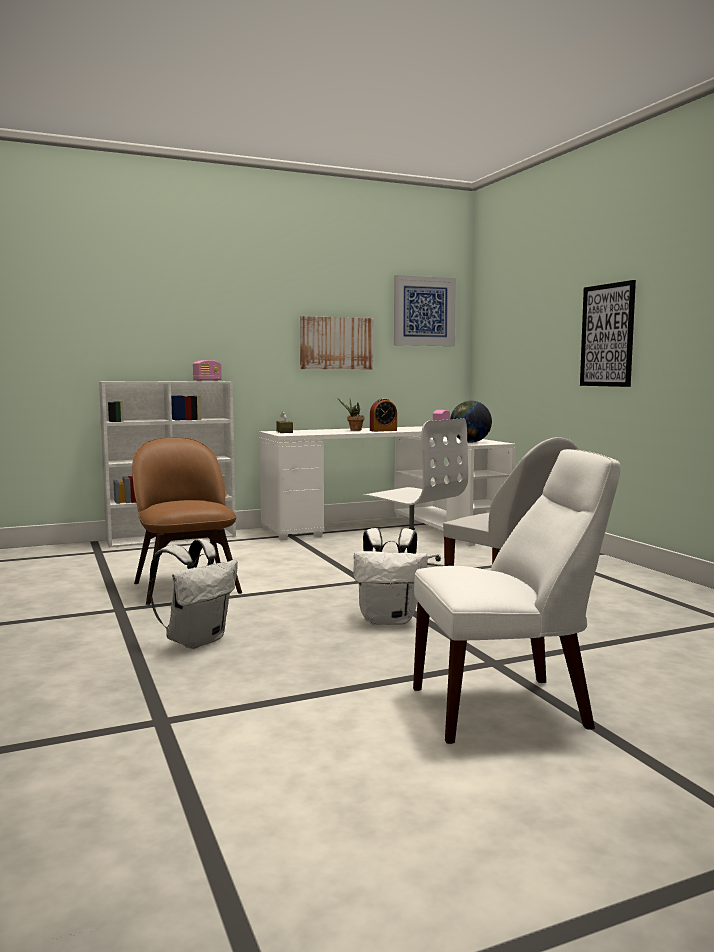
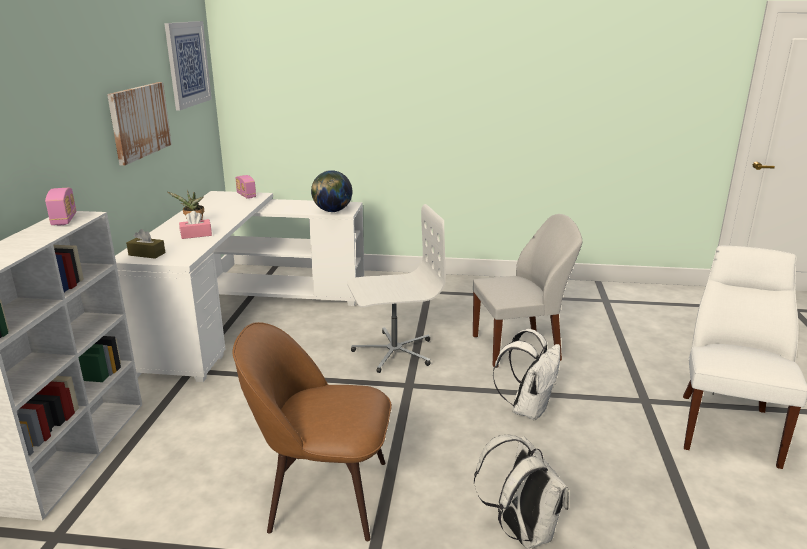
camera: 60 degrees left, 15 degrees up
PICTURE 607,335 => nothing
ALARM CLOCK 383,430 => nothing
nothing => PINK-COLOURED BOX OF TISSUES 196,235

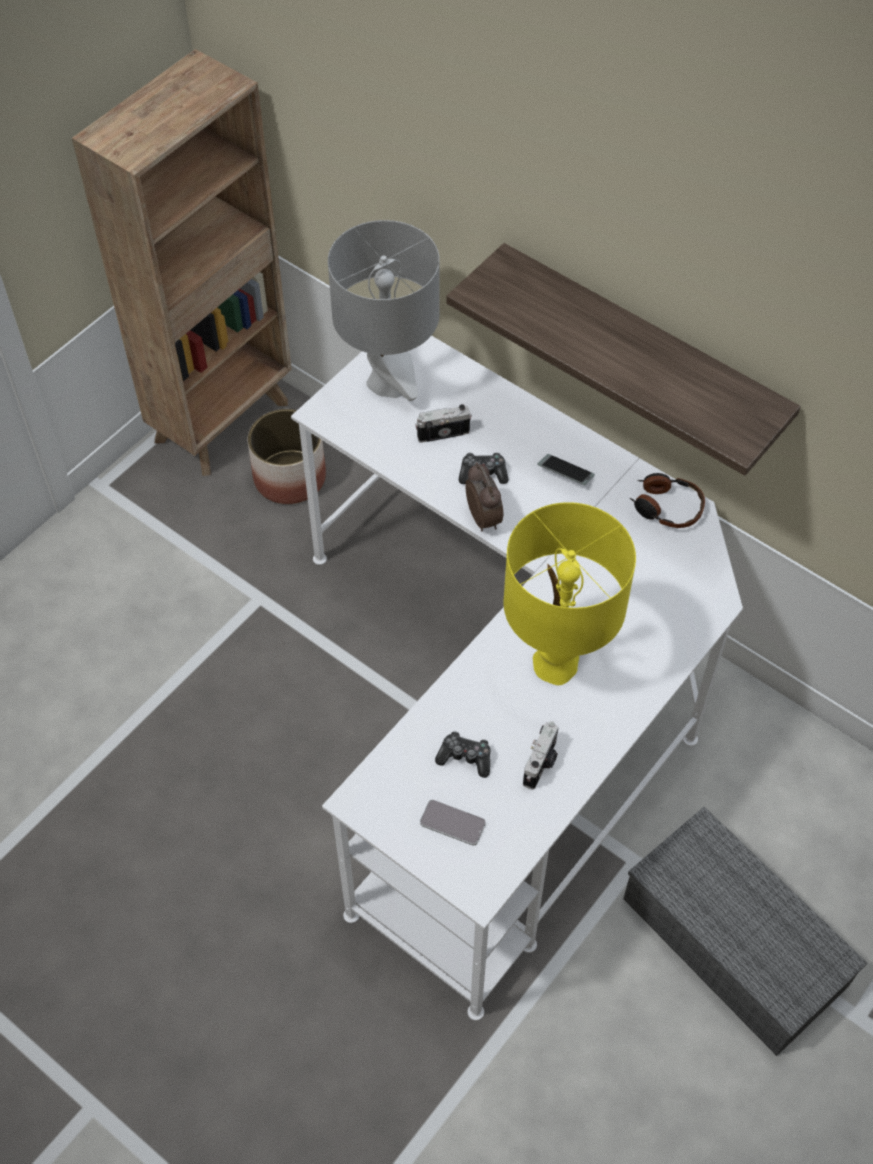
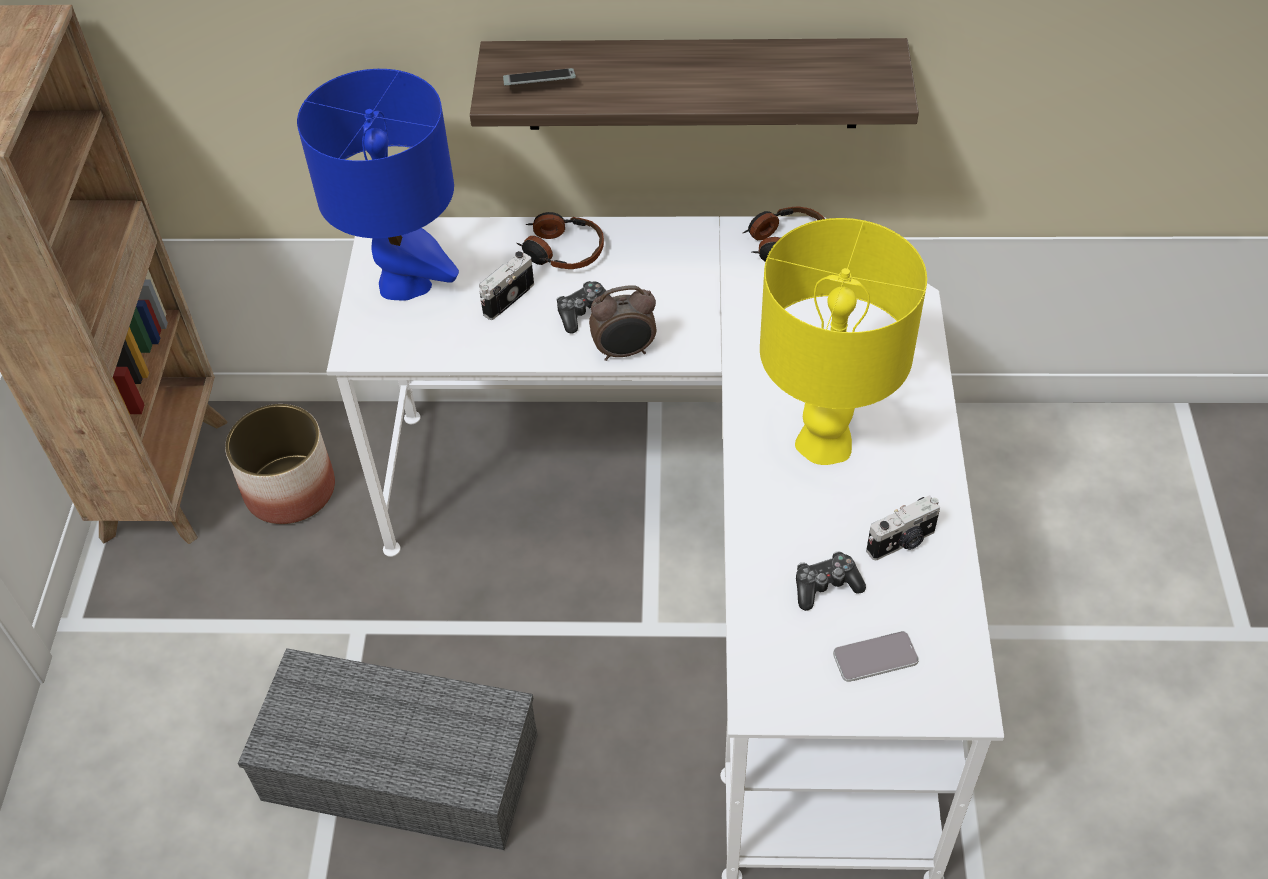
camera: 35 degrees left, 5 degrees down
GREY TABLETOP LAMP 388,383 => BLUISH TABLETOP LAMP 405,283
TELEPHONE 565,473 => TELEPHONE 539,83, relocated
ALARM CLOCK 484,518 => ALARM CLOCK 624,352, 135 degrees clockwise
PHOTO CAMERA 541,763 => PHOTO CAMERA 902,542, 75 degrees clockwise
GREY STORAGE BIN 738,943 => GREY STORAGE BIN 405,765, relocated
nothing => PAIR OF HEADPHONES 562,251

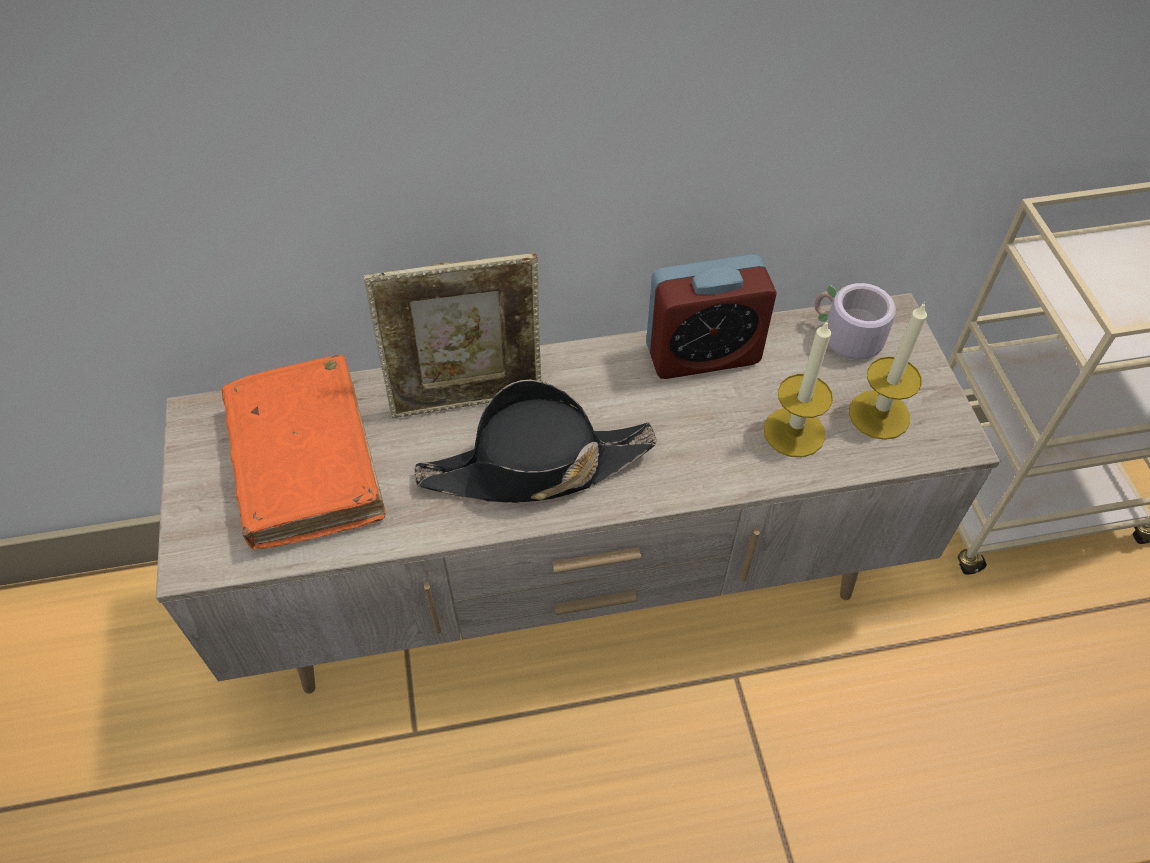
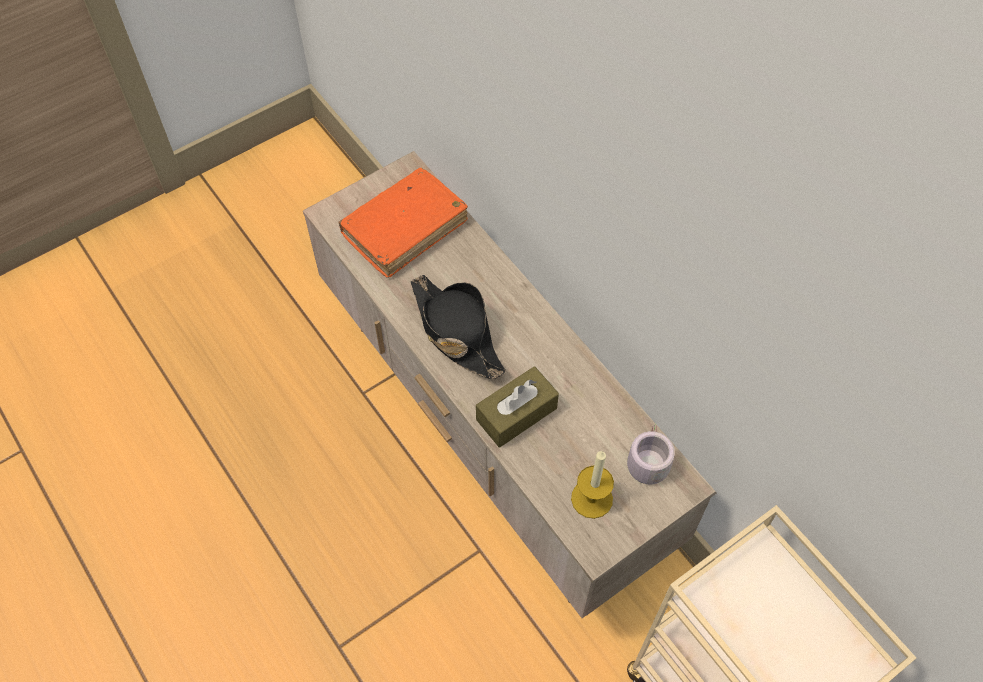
camera: 65 degrees right, 5 degrees up
PHOTO FRAME 468,399 => nothing
ALARM CLOCK 702,354 => nothing
CANDLE 794,432 => nothing
nothing => BROWNISH BOX OF TISSUES 516,414

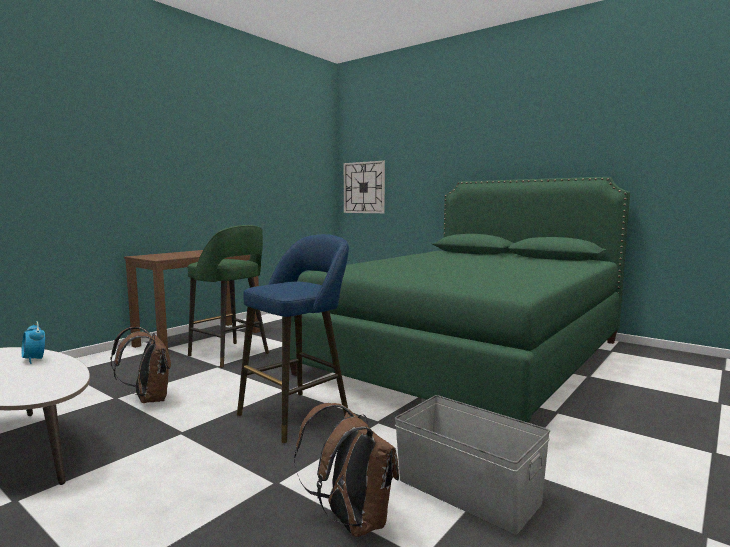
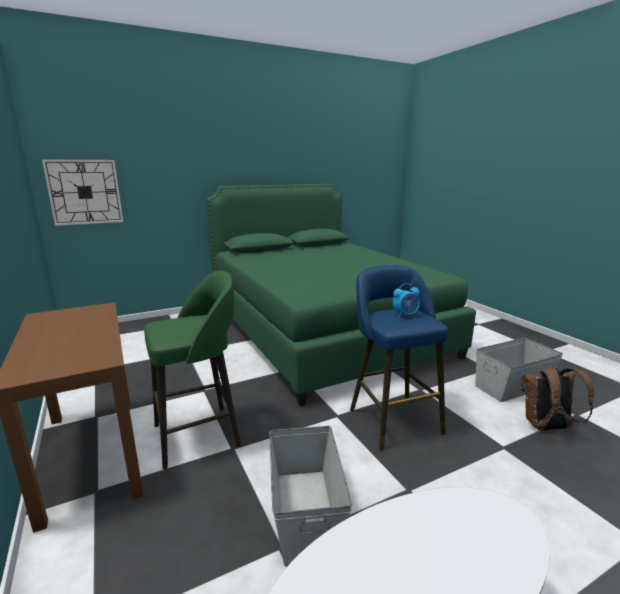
camera: 65 degrees left, 10 degrees up
ALARM CLOCK 34,360 => ALARM CLOCK 405,315, relocated
BROWNISH KNAPSACK 148,399 => GREY STORAGE BIN 305,513

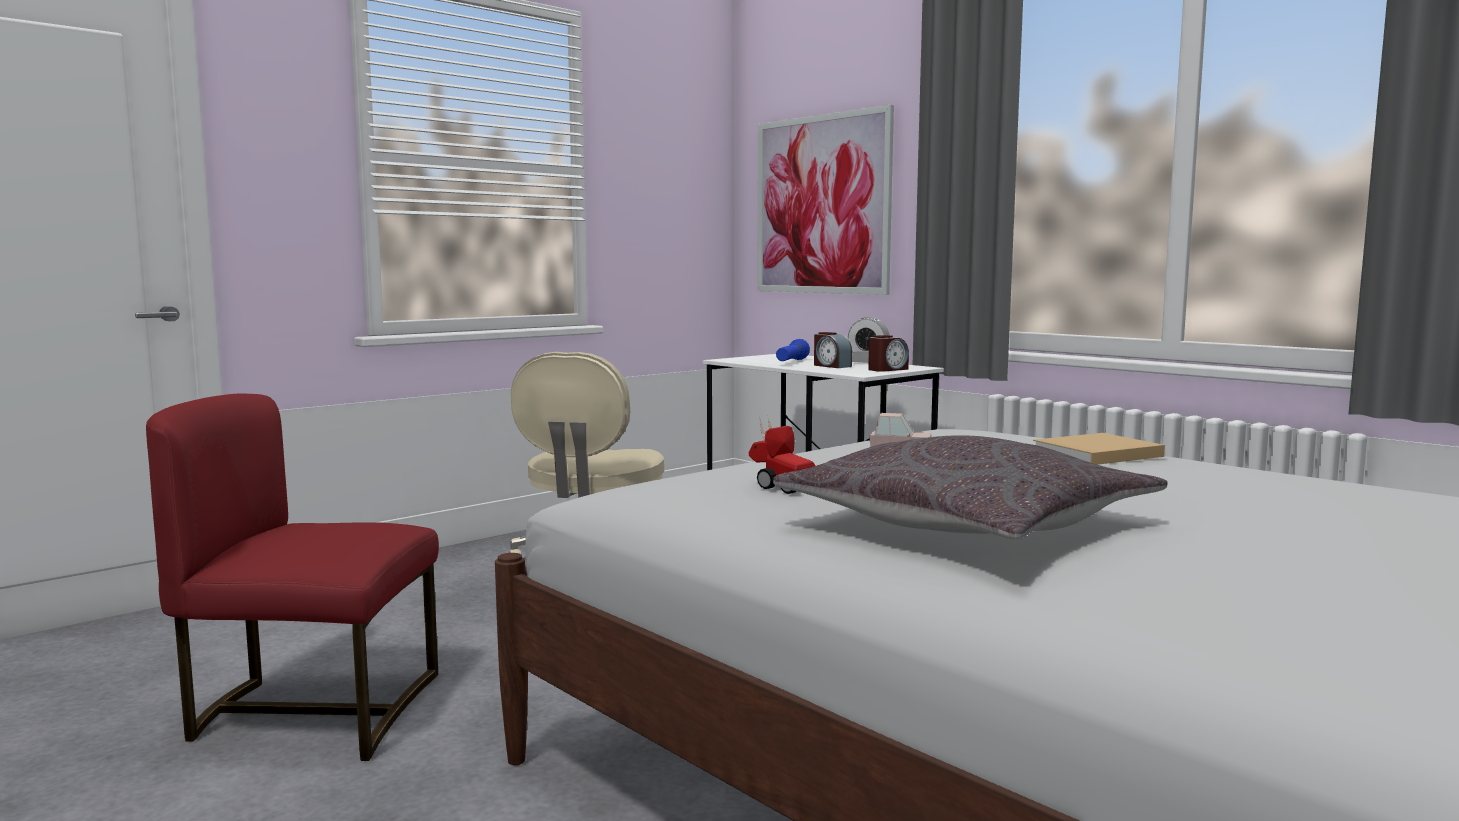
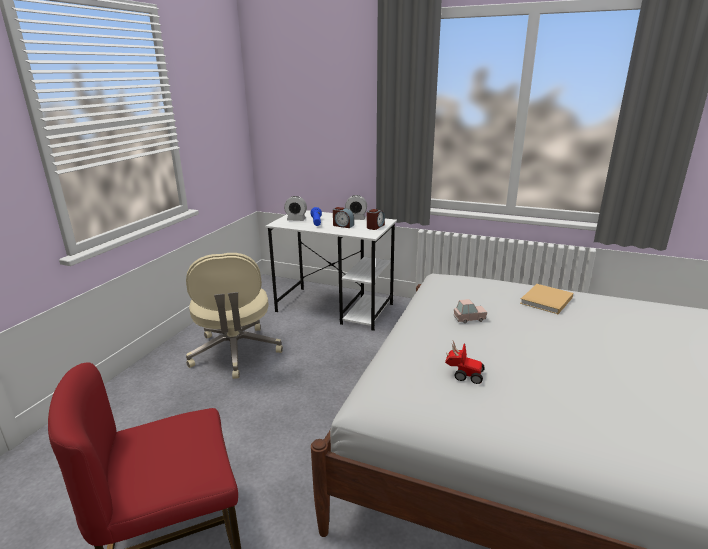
camera: 25 degrees left, 15 degrees up
PICTURE 822,205 => nothing
GREY PILLOW 967,524 => nothing
nothing => ALARM CLOCK 296,219

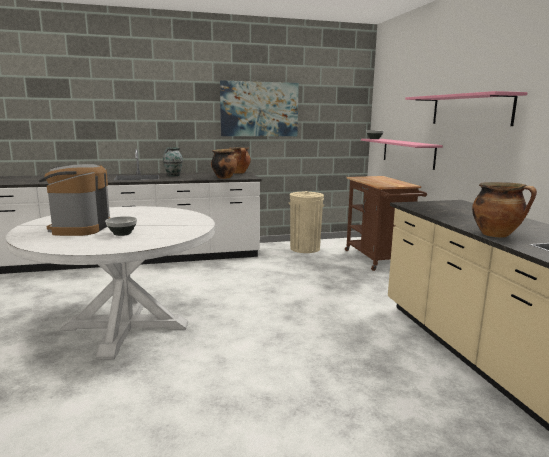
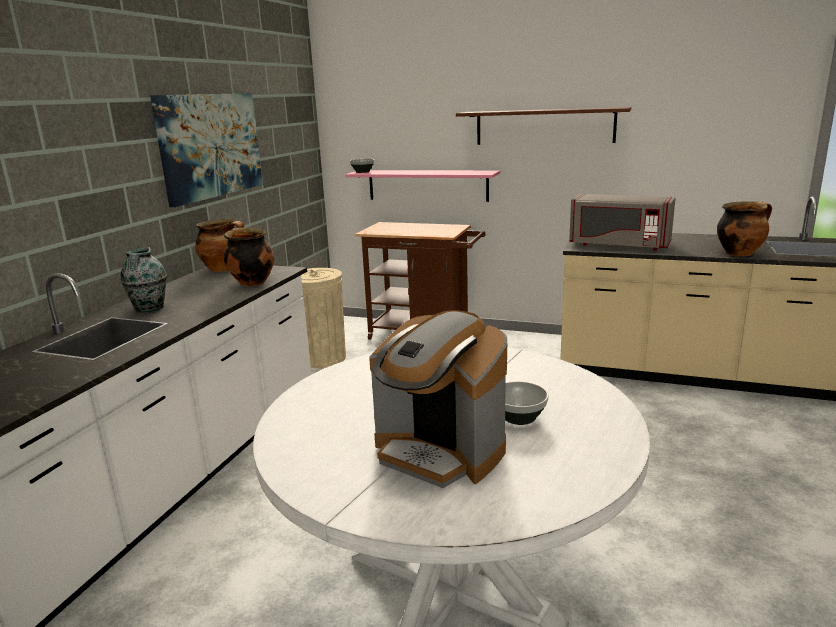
camera: 55 degrees left, 5 degrees up
PINK-COLOURED SHELF 470,110 => BROWNISH SHELF 544,126
nothing => GREY MICROWAVE 618,245

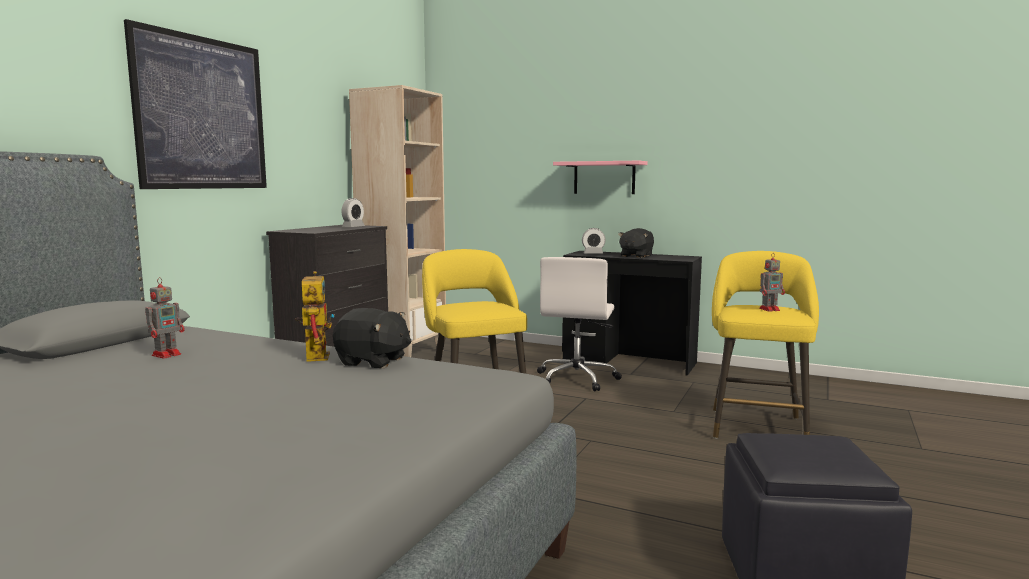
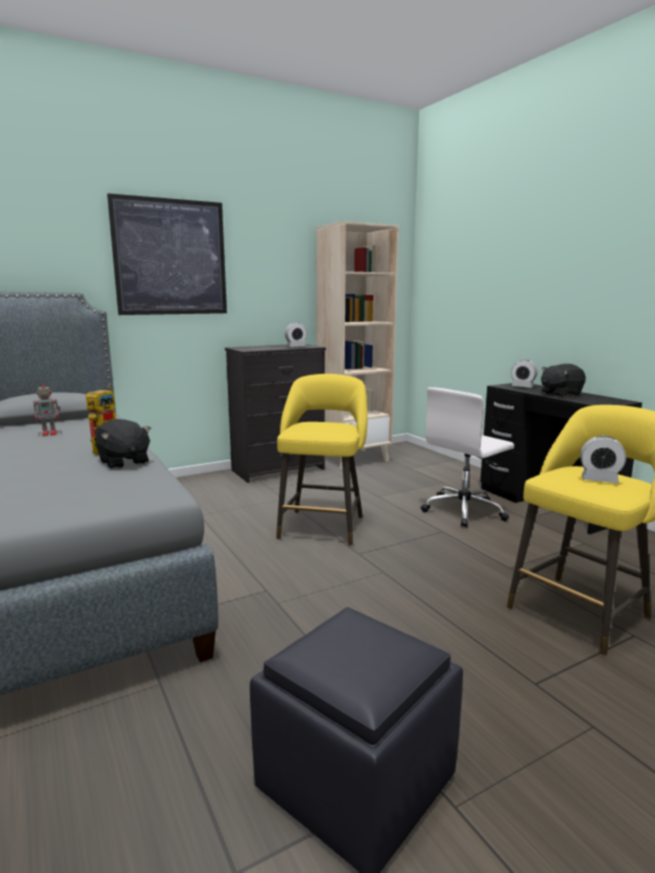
camera: 35 degrees right, 5 degrees up
PINK-COLOURED SHELF 604,178 => nothing
TOY ROBOT 770,309 => ALARM CLOCK 599,479

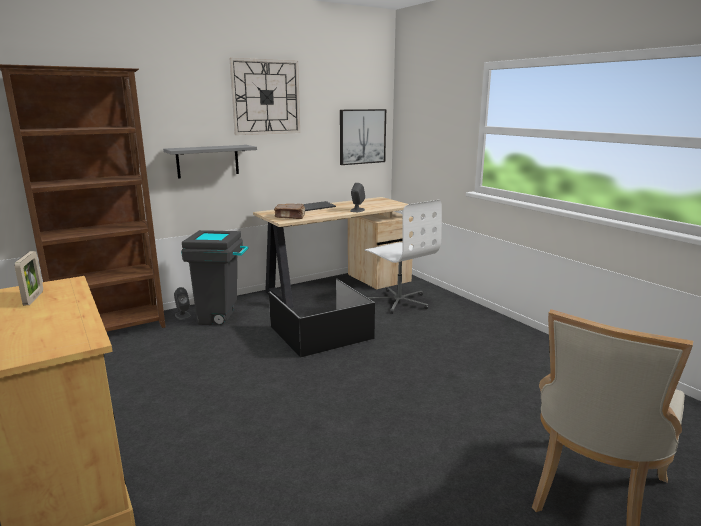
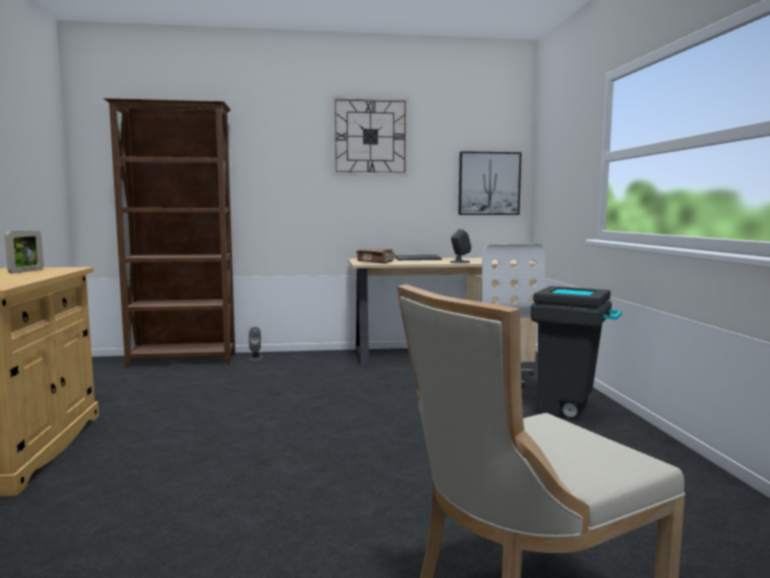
camera: 25 degrees right, 10 degrees down
GREY SHELF 208,161 => nothing
GREY WASTE BIN 221,318 => GREY WASTE BIN 570,411, relocated
BLACK STORAGE BIN 322,332 => nothing

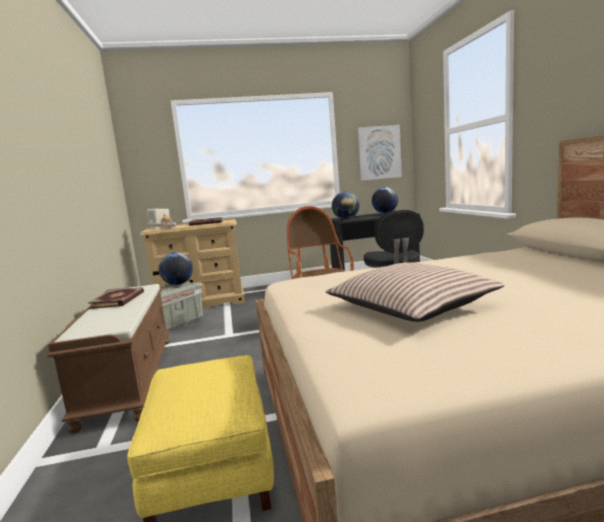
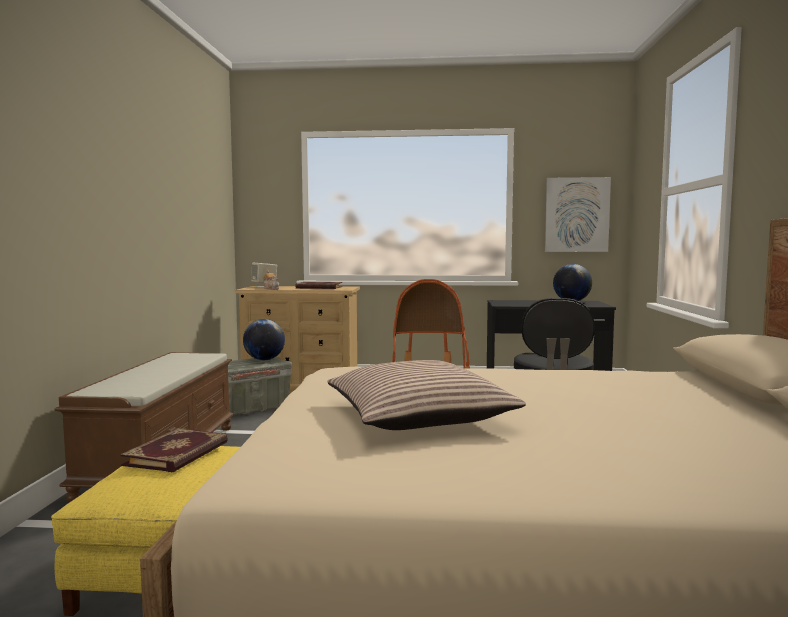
camera: 15 degrees right, 5 degrees down
DESK GLOBE 346,219 => nothing
BOOK 119,300 => BOOK 178,454, relocated

